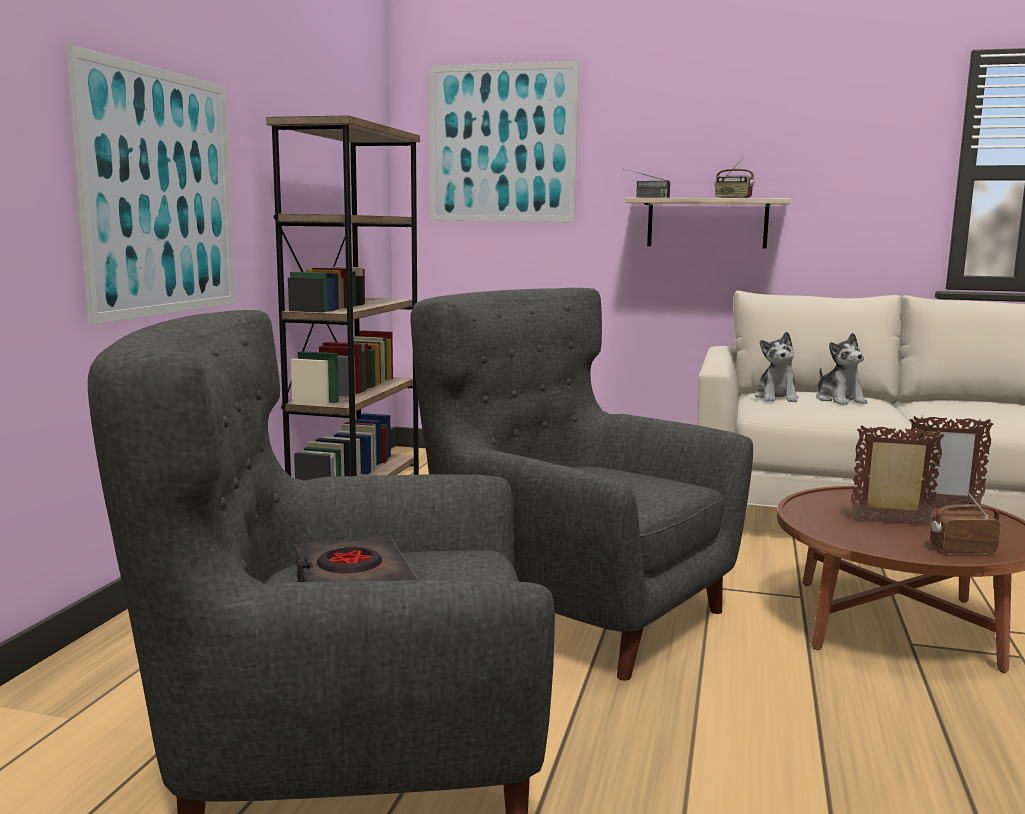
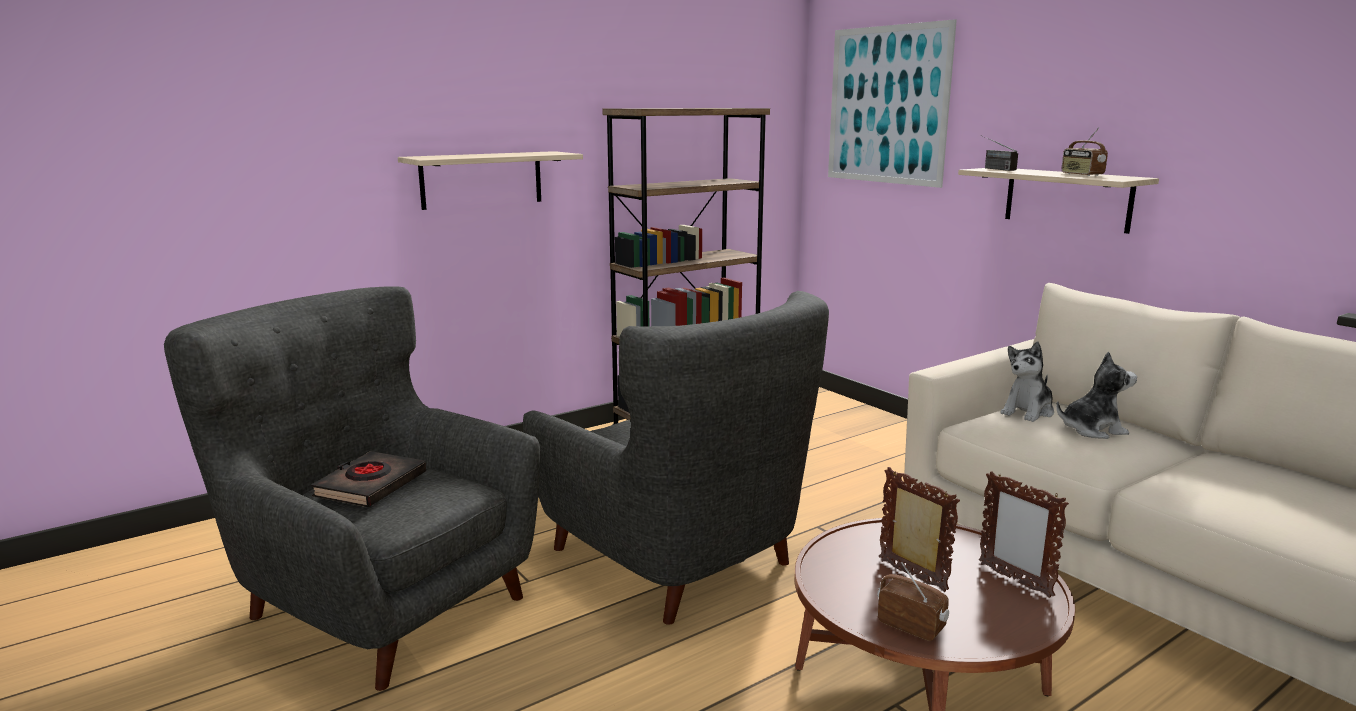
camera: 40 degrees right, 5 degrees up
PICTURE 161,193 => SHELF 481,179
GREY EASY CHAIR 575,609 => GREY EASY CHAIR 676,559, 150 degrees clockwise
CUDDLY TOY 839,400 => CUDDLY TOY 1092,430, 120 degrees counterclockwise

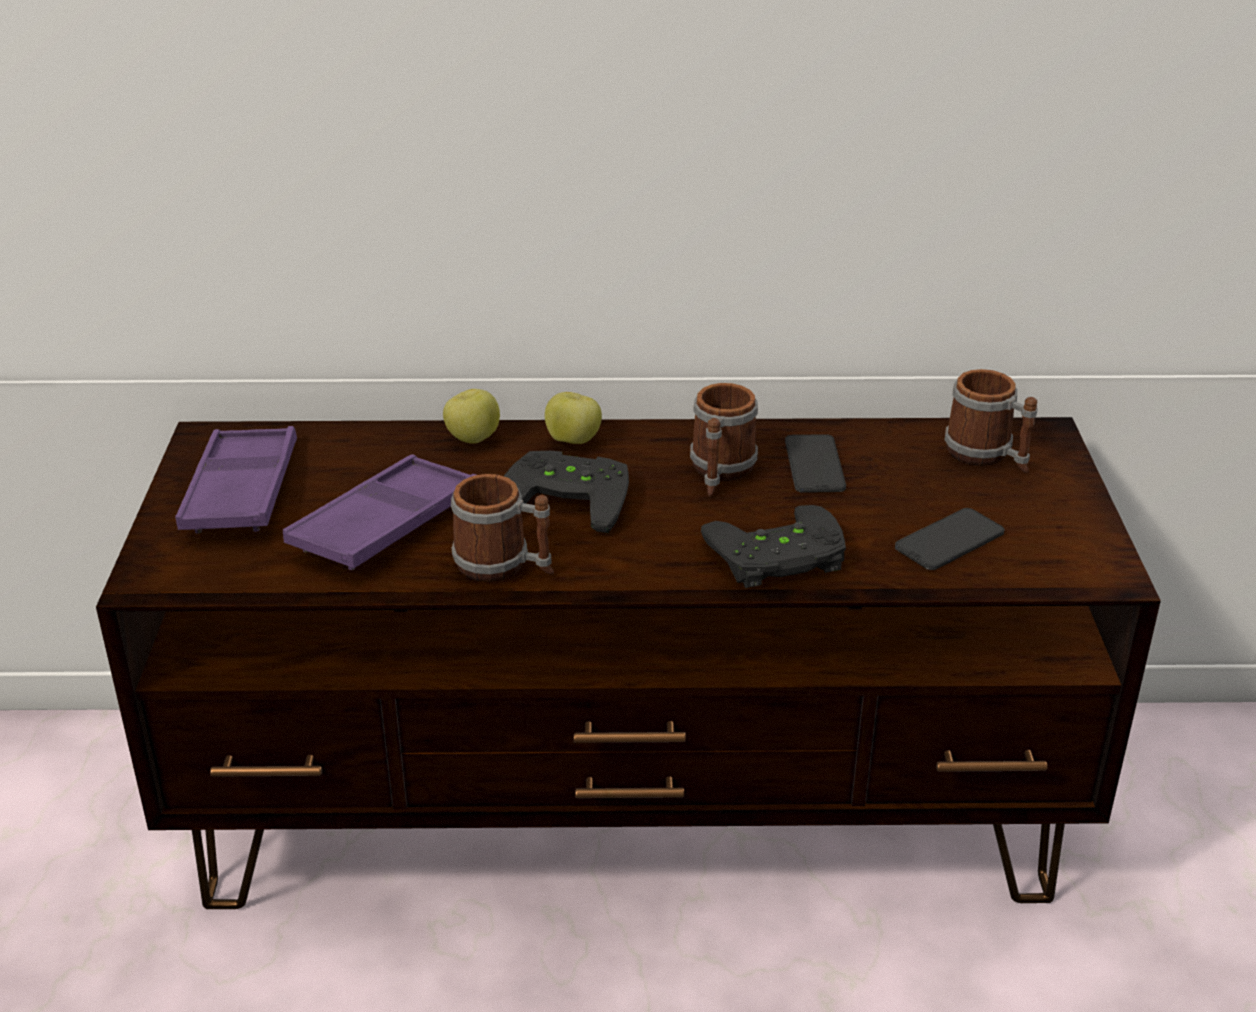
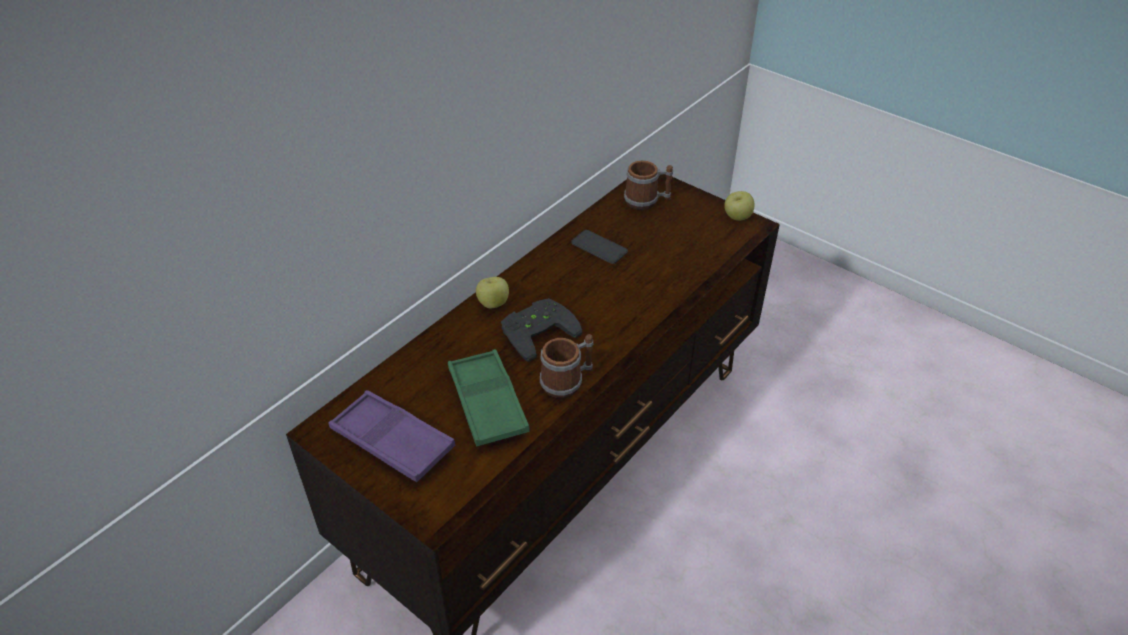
camera: 50 degrees left, 10 degrees up
TEA MUG 720,472 => nothing
APPLE FRUIT 473,439 => APPLE FRUIT 737,217, relocated
PURPLE-COLOURED CARRYING TRAY 385,524 => GREEN CARRYING TRAY 487,403
BLACK GAME CONTROLLER 778,559 => nothing
TELEPHONE 949,540 => nothing

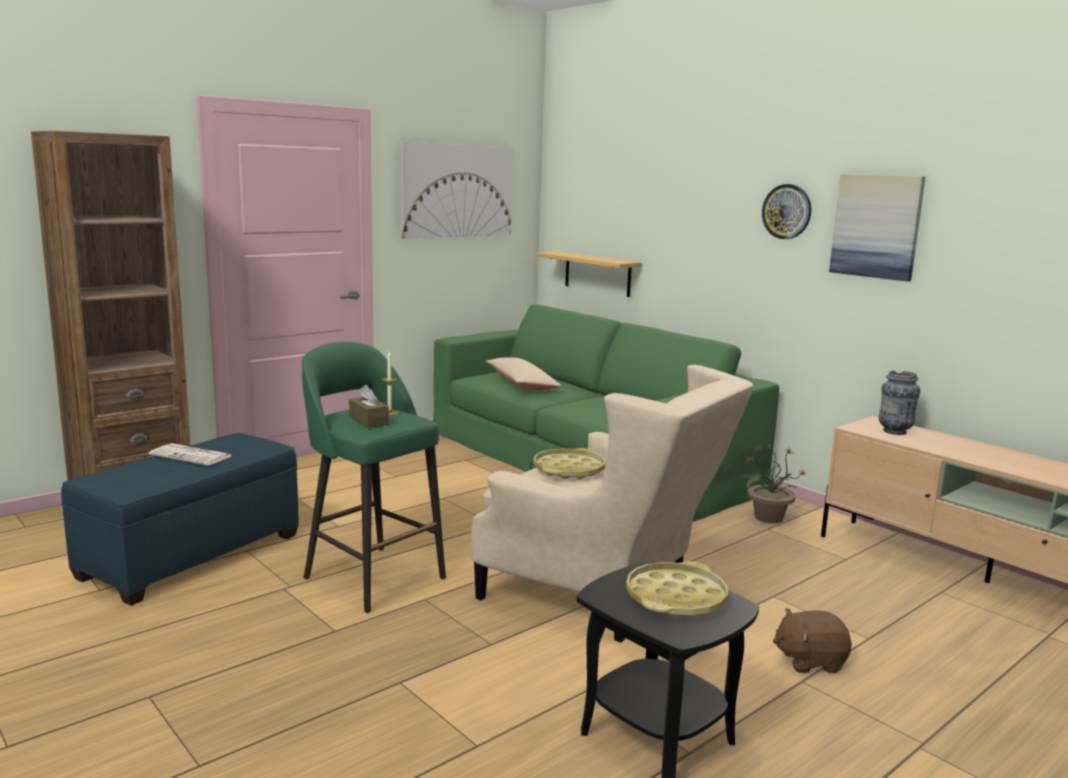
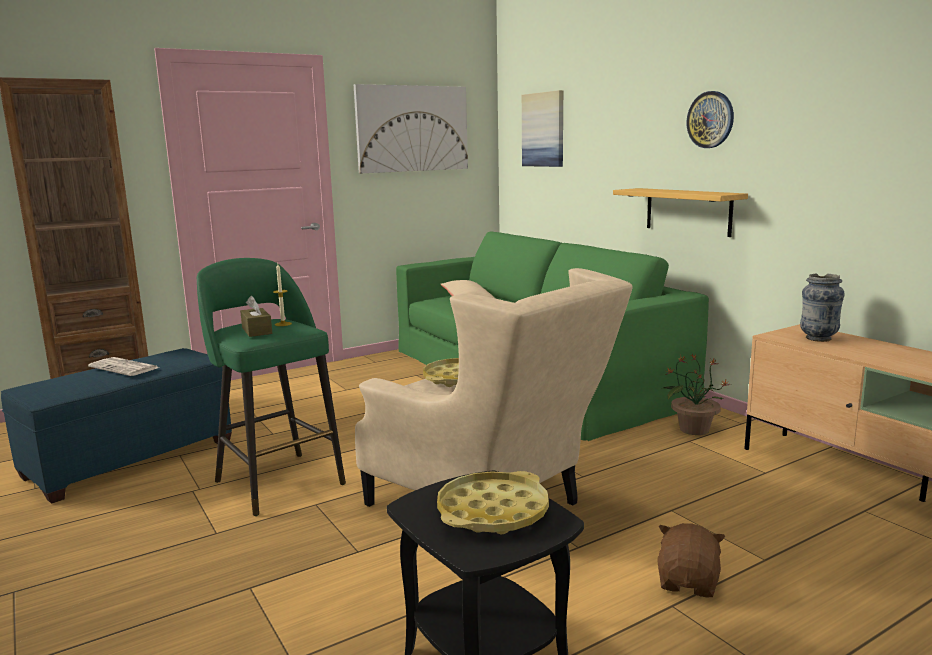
camera: 10 degrees right, 0 degrees up
PICTURE 876,226 => PICTURE 543,129, relocated
SHELF 597,274 => SHELF 688,211, relocated
BROWNISH CUDDLY TOY 809,661 => BROWNISH CUDDLY TOY 688,582, 105 degrees clockwise

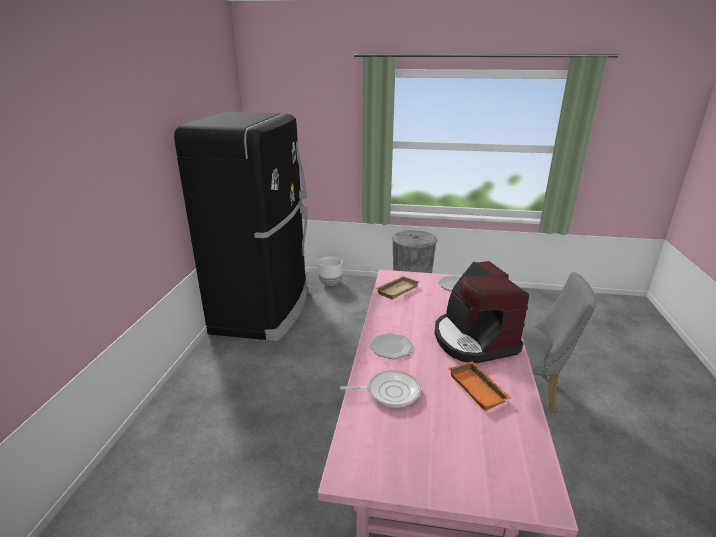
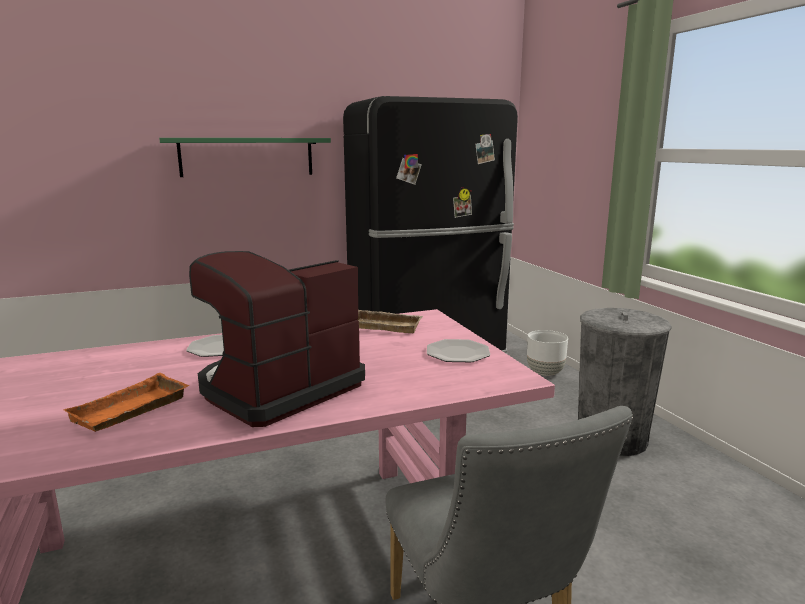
camera: 60 degrees right, 10 degrees down
PAN 390,391 => nothing
nothing => GREEN SHELF 247,157

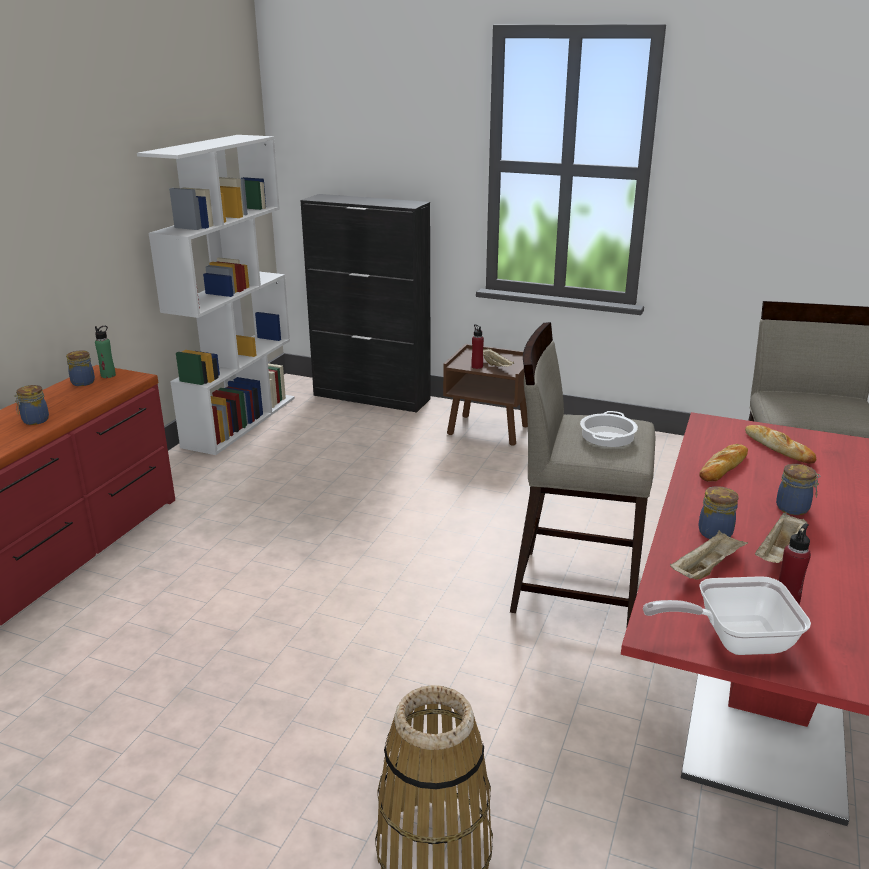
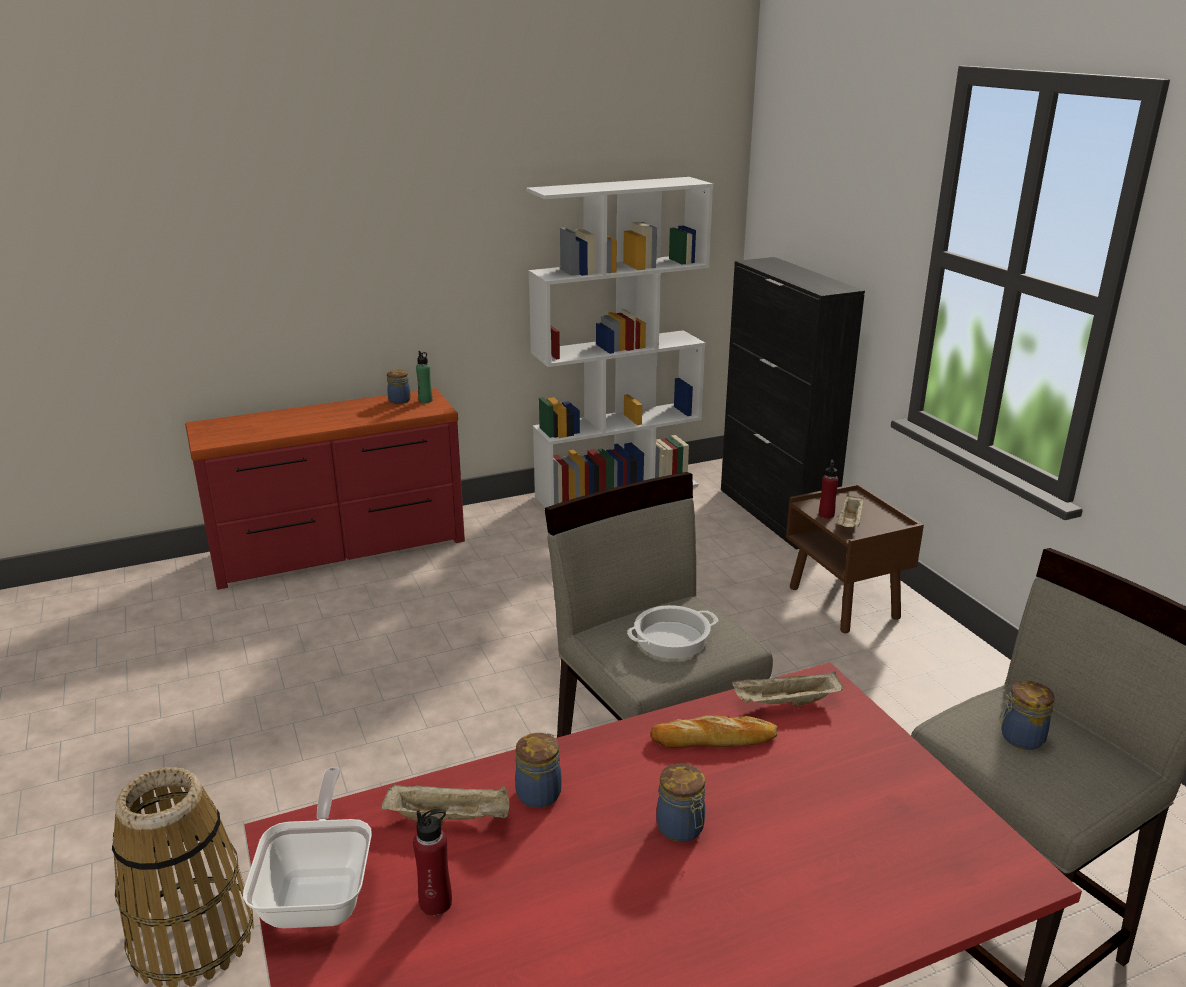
camera: 45 degrees right, 0 degrees up
PRESERVE JAR 34,421 => PRESERVE JAR 1020,738, relocated
BAKED BREAD 778,448 => nothing
SAND-COLOURED CARRYING TRAY 779,553 => SAND-COLOURED CARRYING TRAY 785,703, relocated
PAN 733,639 => PAN 320,891, 45 degrees clockwise

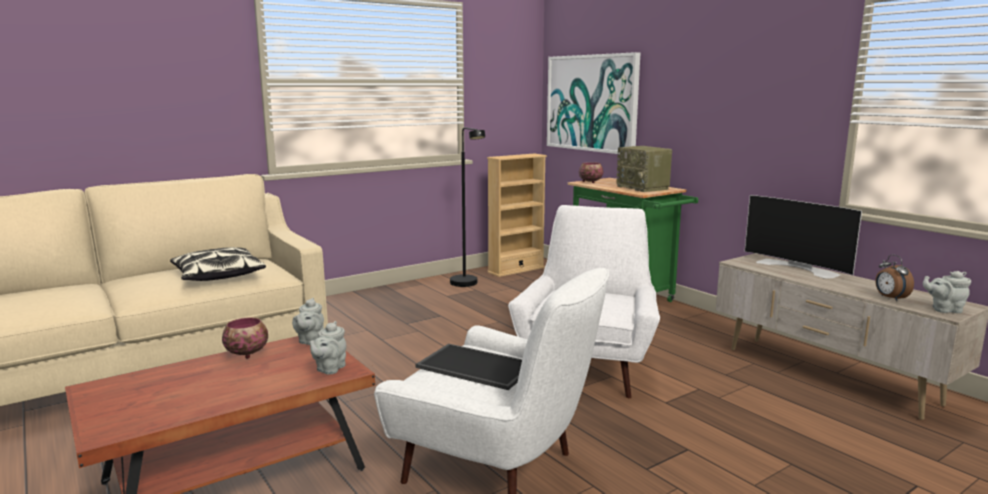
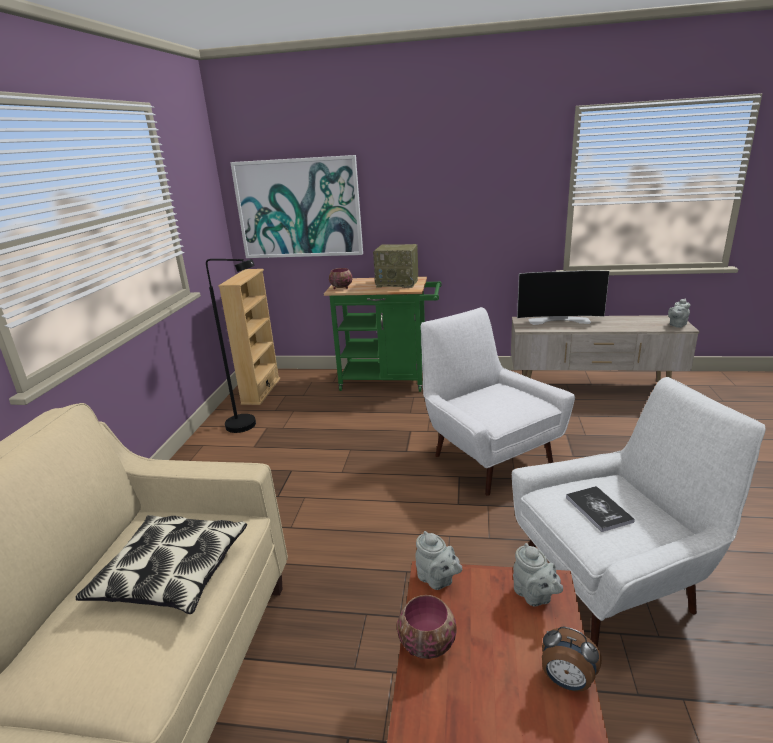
camera: 45 degrees left, 10 degrees up
ALARM CLOCK 890,298 => ALARM CLOCK 566,681, relocated
CARRYING TRAY 474,367 => BOOK 598,509

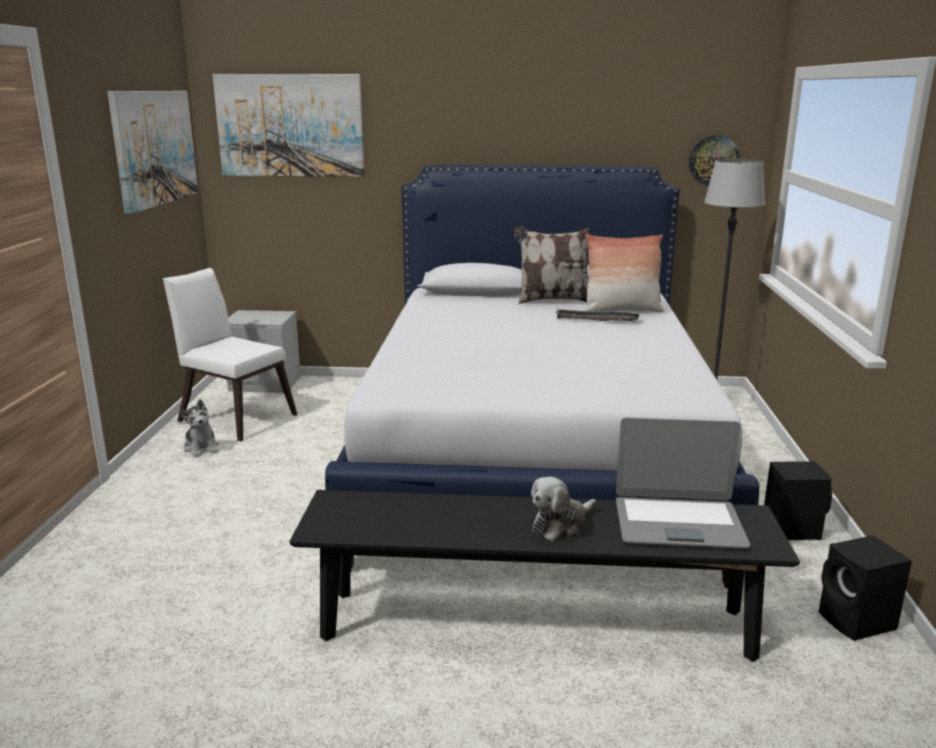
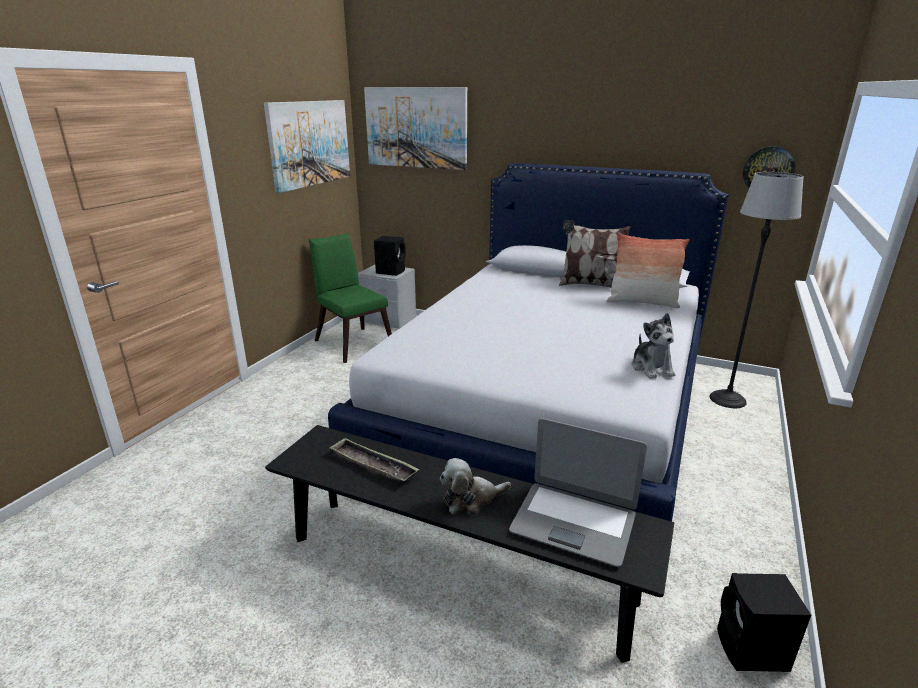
camera: 20 degrees right, 5 degrees up
WHITE-COLOURED UPRIGHT CHAIR 234,416 => GREEN UPRIGHT CHAIR 352,342
CARRYING TRAY 596,320 => CARRYING TRAY 373,465, relocated
CUDDLY TOY 201,448 => CUDDLY TOY 651,368, relocated
BLACK LOUDSPEAKER 791,529 => BLACK LOUDSPEAKER 391,271, relocated

